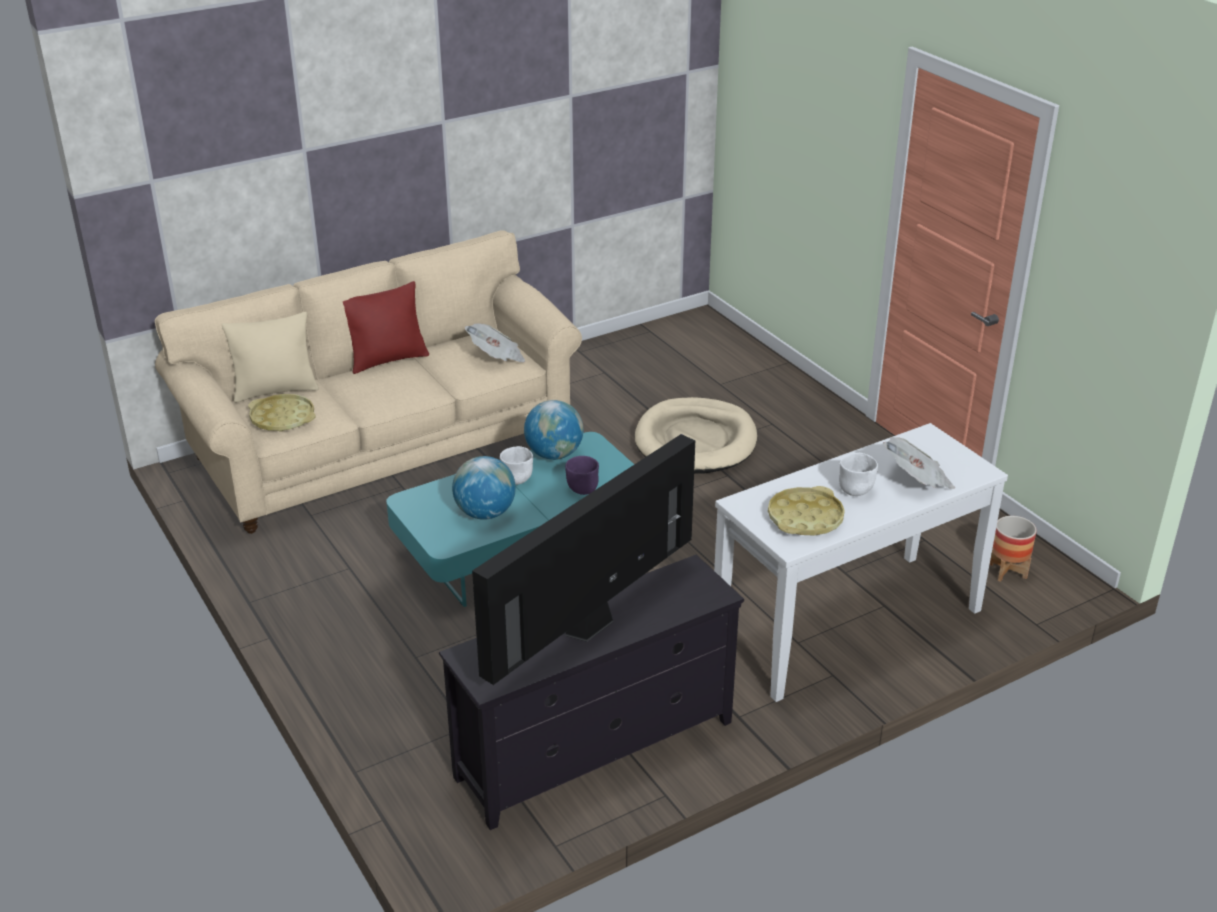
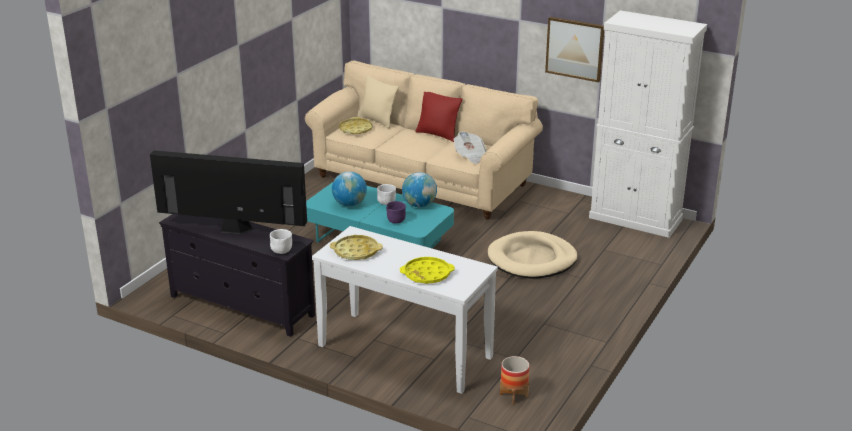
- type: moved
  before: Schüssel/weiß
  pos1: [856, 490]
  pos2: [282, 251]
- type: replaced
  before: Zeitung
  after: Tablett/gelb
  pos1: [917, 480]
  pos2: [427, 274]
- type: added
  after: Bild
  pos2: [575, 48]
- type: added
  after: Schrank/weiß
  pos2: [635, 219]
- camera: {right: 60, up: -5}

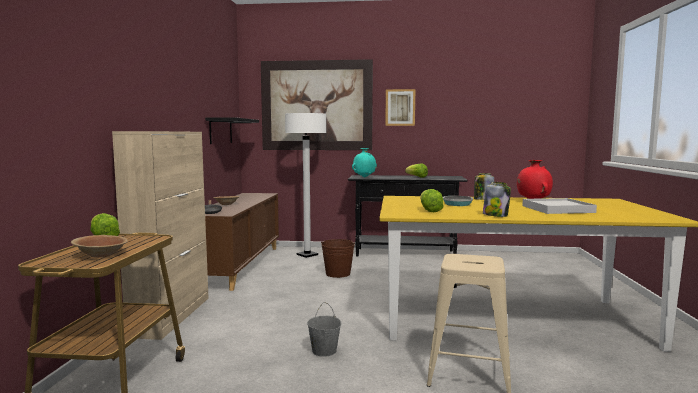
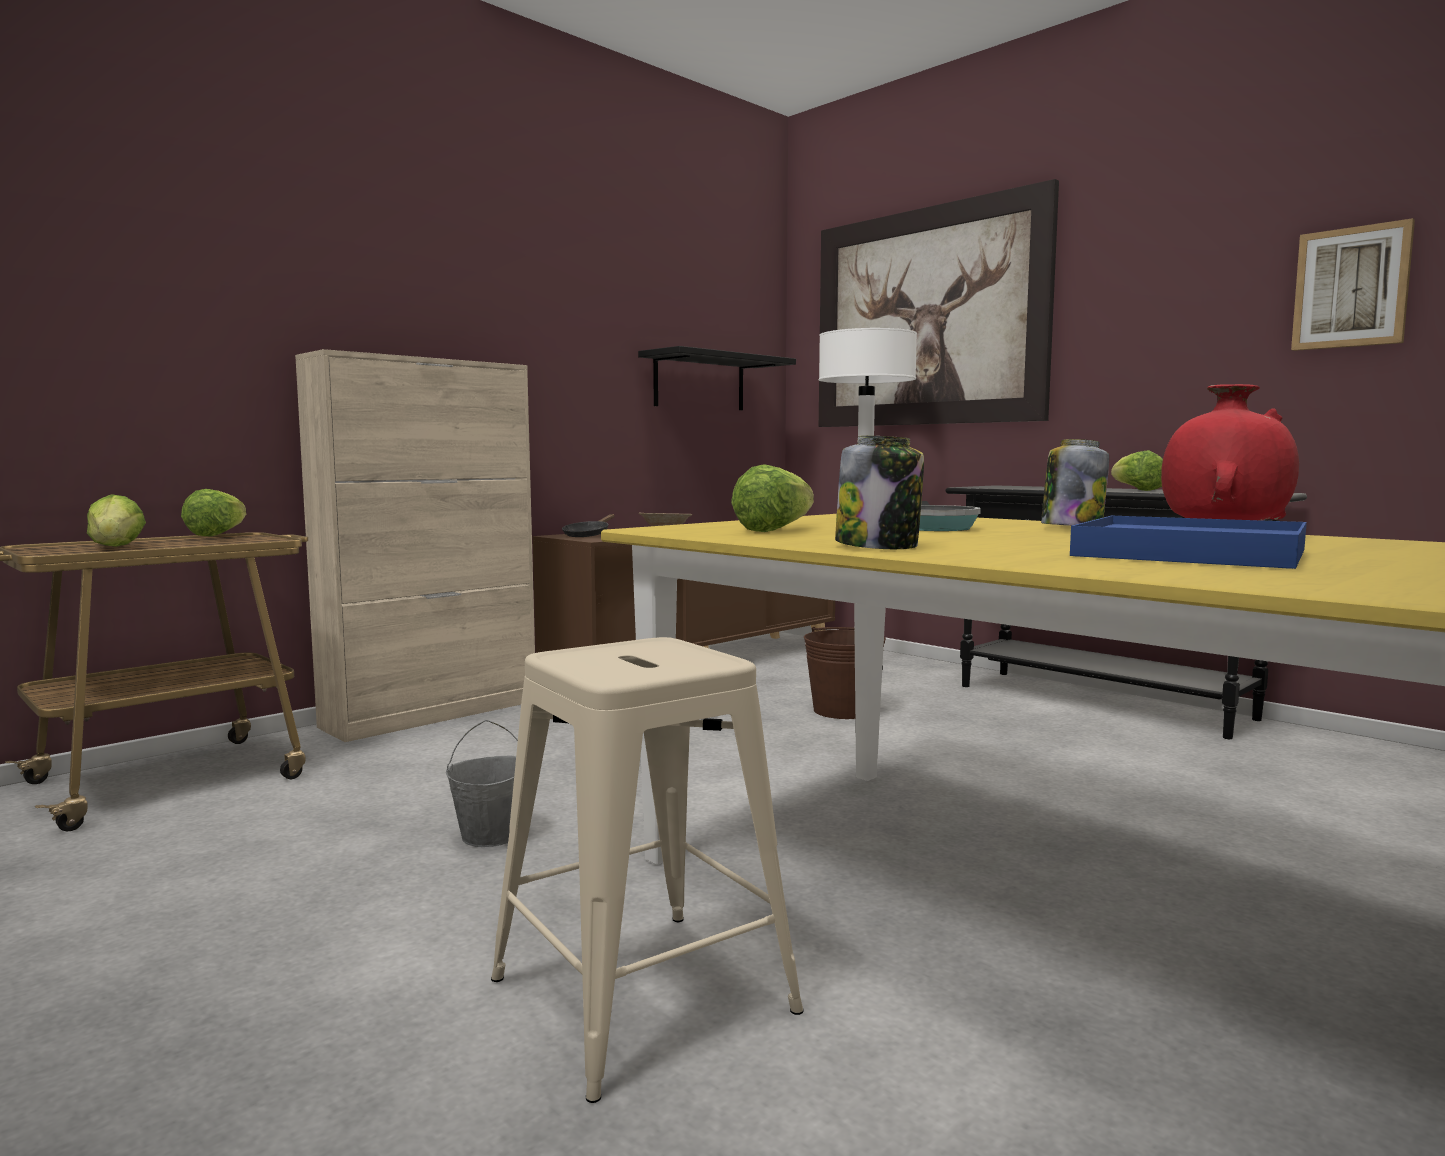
- type: replaced
  before: Schüssel/braun
  after: Salatkopf
  pos1: [101, 255]
  pos2: [116, 548]
- type: recoloured
  before: Tablett/weiß
  after: Tablett/blau
  pos1: [557, 209]
  pos2: [1190, 553]
- type: moved
  before: Bild
  pos1: [400, 107]
  pos2: [1351, 288]
- type: removed
  before: Vase/türkis
  pos1: [364, 177]
- camera: {right: 40, up: 0}

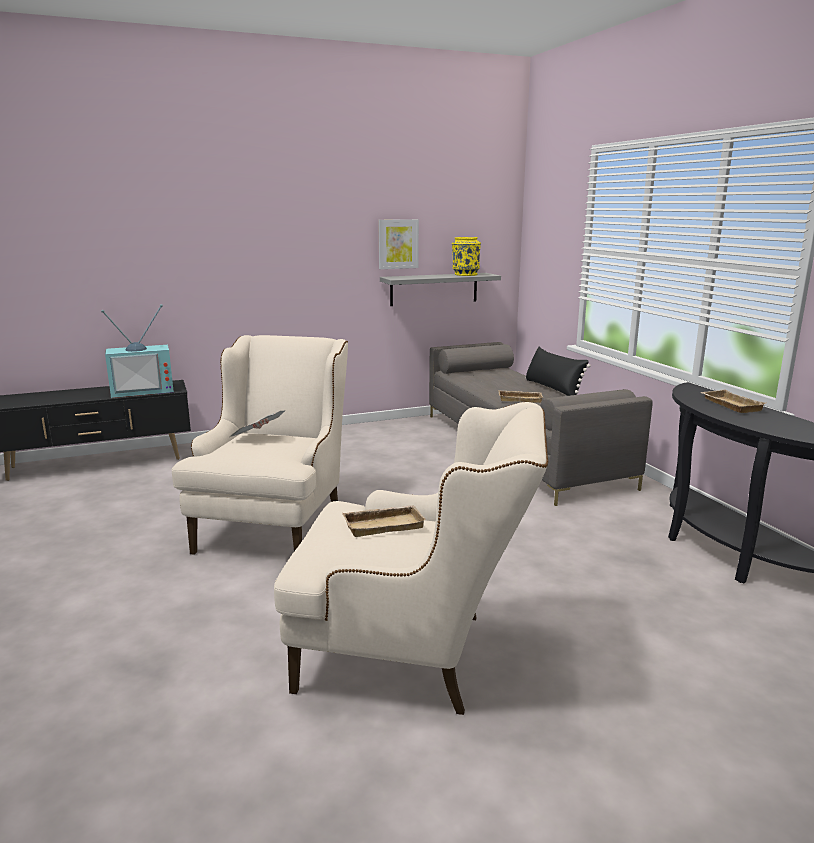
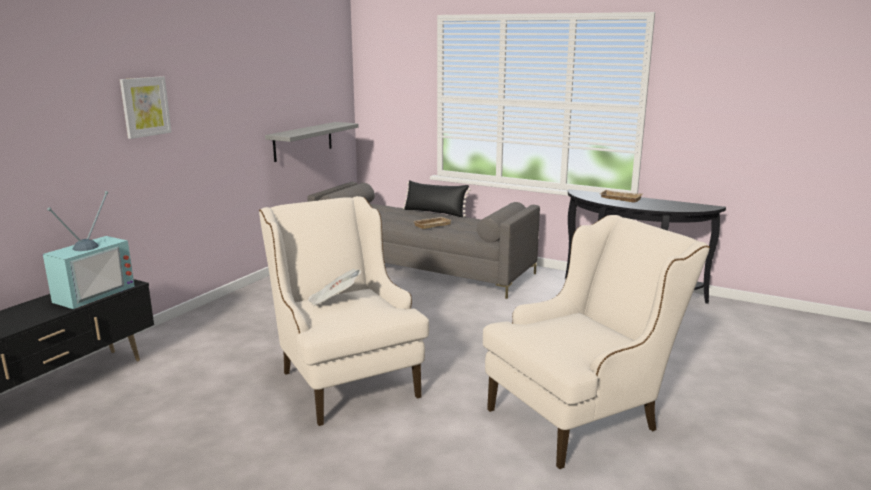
- type: moved
  before: Bild
  pos1: [398, 244]
  pos2: [145, 106]
- type: removed
  before: Tablett/beige
  pos1: [384, 524]
- type: removed
  before: Vase/gelb
  pos1: [465, 274]
- camera: {right: -40, up: 0}

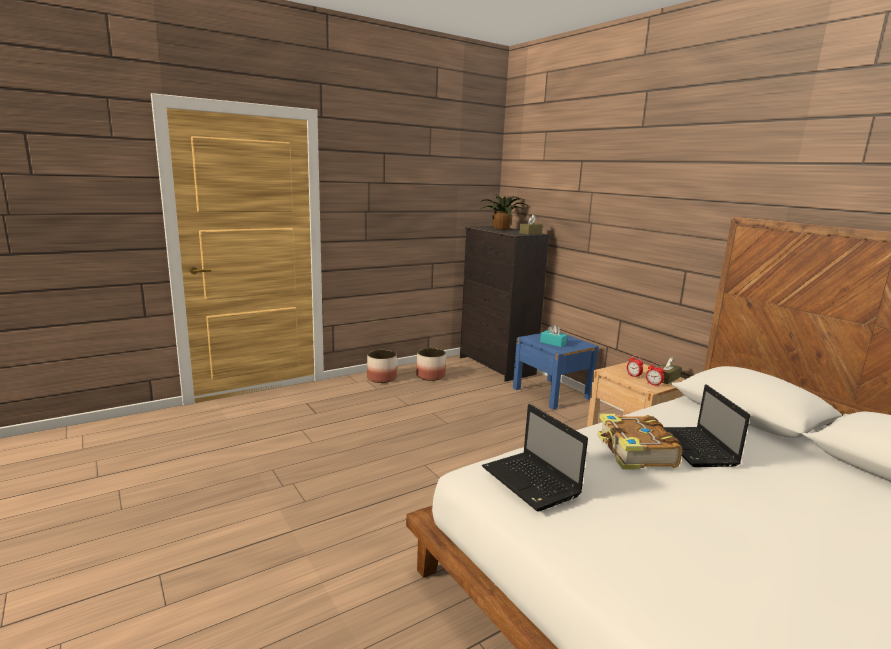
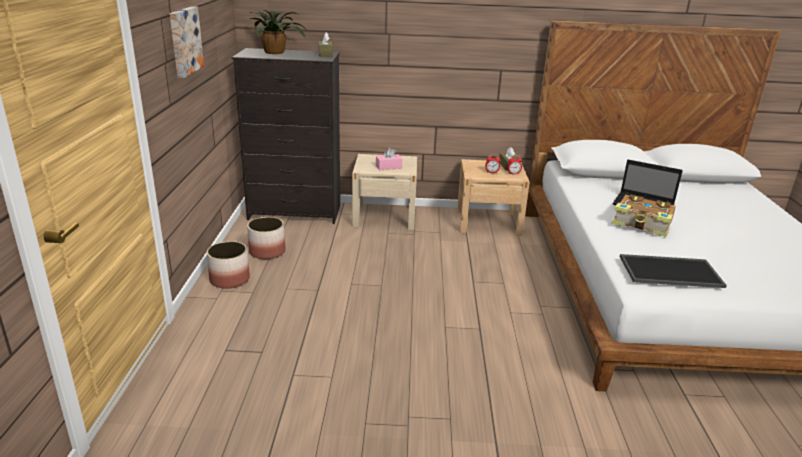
- type: added
  after: Bild
  pos2: [184, 41]
- type: recoloured
  before: Nachttisch/blau
  after: Nachttisch/beige
  pos1: [551, 393]
  pos2: [384, 216]
- type: recoloured
  before: Taschentuchbox/türkis
  after: Taschentuchbox/rosa
  pos1: [553, 343]
  pos2: [388, 167]
- type: replaced
  before: Laptop
  after: Tablett
  pos1: [532, 483]
  pos2: [670, 271]
- camera: {right: -55, up: 10}

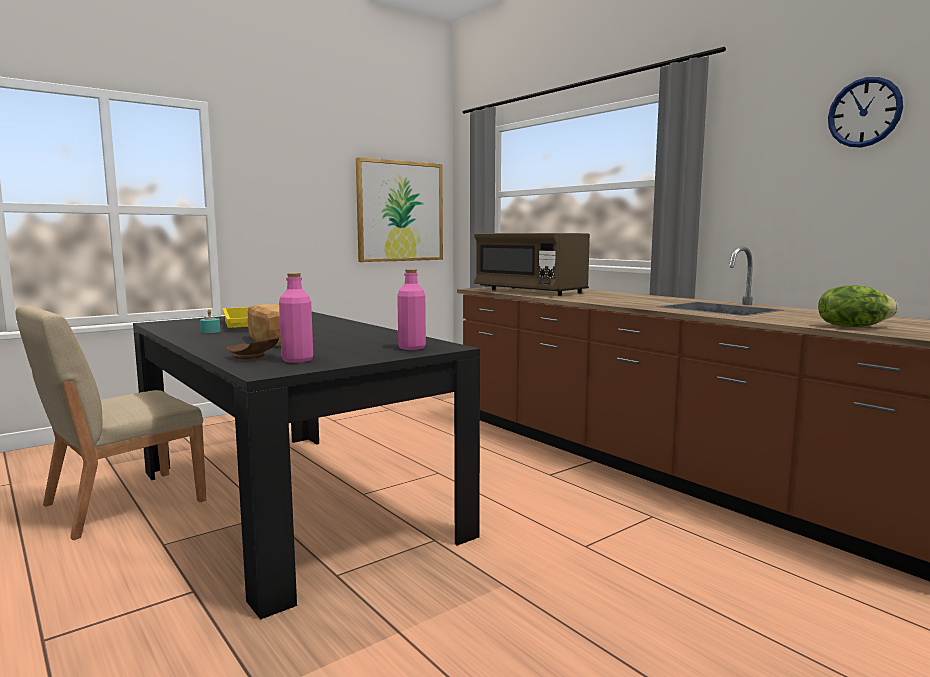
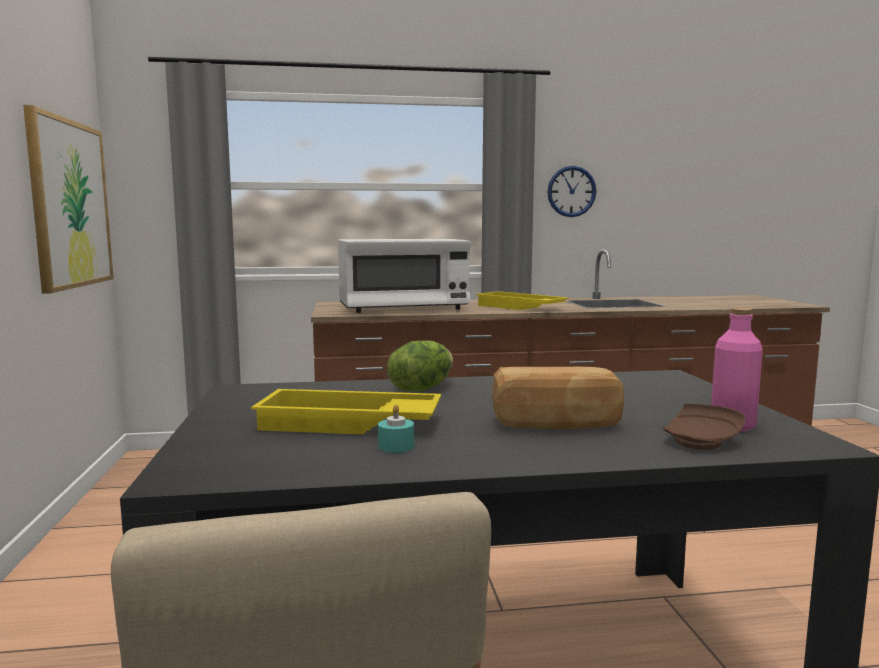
- type: recoloured
  before: Mikrowelle/braun
  after: Mikrowelle/weiß
  pos1: [530, 291]
  pos2: [403, 309]
- type: moved
  before: Salatkopf
  pos1: [852, 326]
  pos2: [421, 388]
- type: added
  after: Tablett/gelb
  pos2: [519, 307]
- type: moved
  before: Wanduhr
  pos1: [864, 112]
  pos2: [571, 191]
- type: removed
  before: Flasche/rosa
  pos1: [412, 347]
- camera: {right: -60, up: 0}

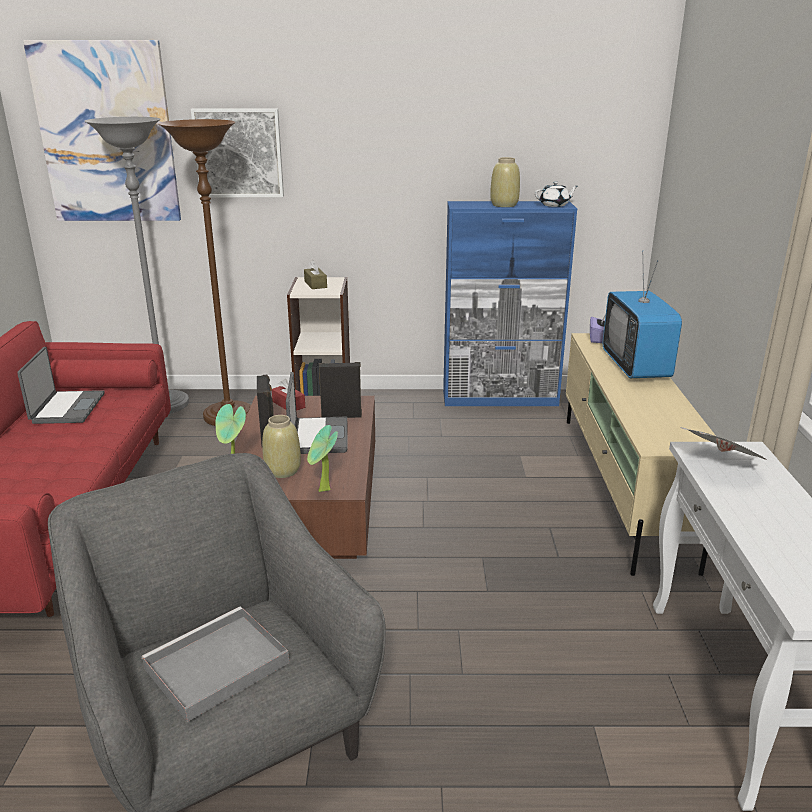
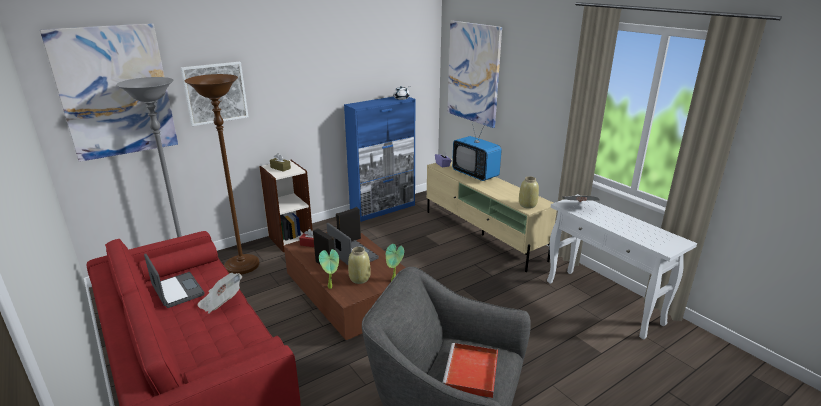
- type: added
  after: Zeitung
  pos2: [221, 302]
- type: recoloured
  before: Tablett/grau
  after: Tablett/rot
  pos1: [215, 667]
  pos2: [471, 373]
- type: added
  after: Bild
  pos2: [473, 73]
- type: moved
  before: Vase/beige
  pos1: [504, 205]
  pos2: [527, 205]
- camera: {right: -35, up: 0}

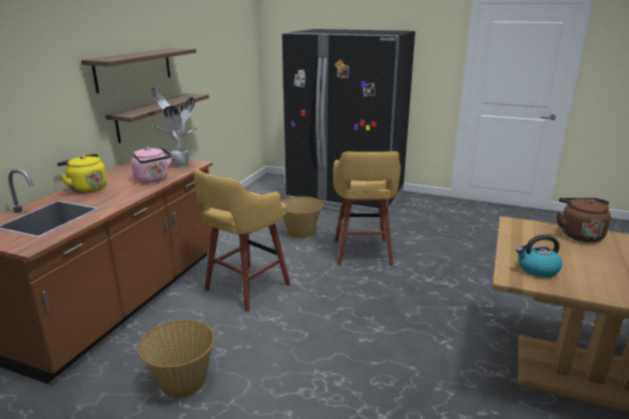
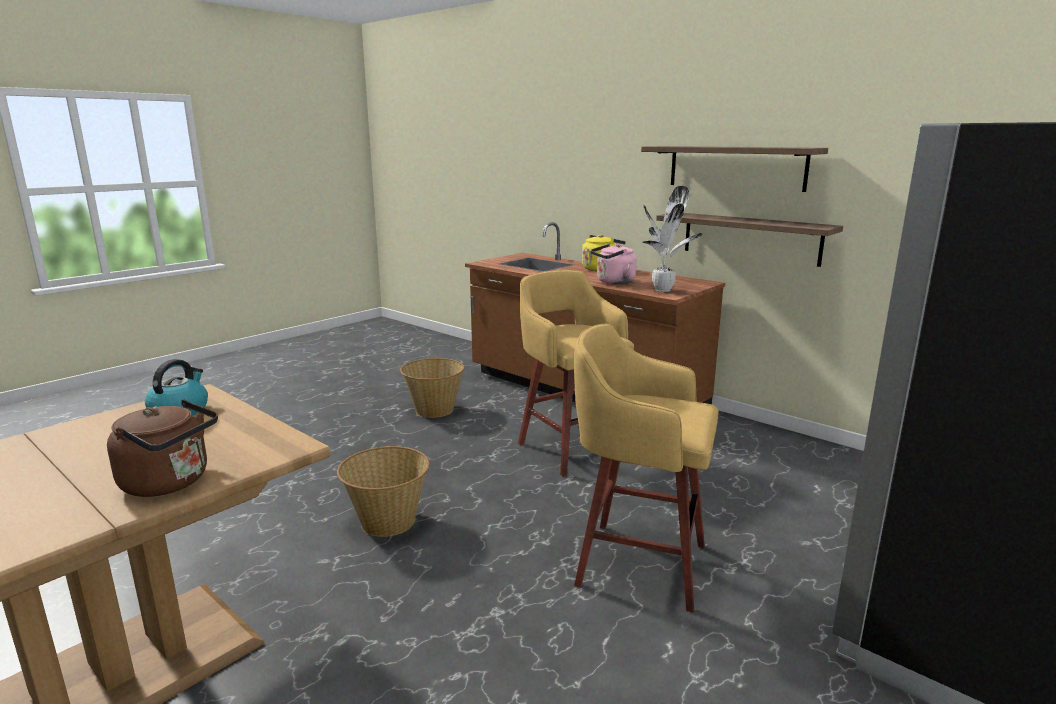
- type: moved
  before: Korb
  pos1: [301, 232]
  pos2: [388, 522]
- camera: {right: 110, up: -5}

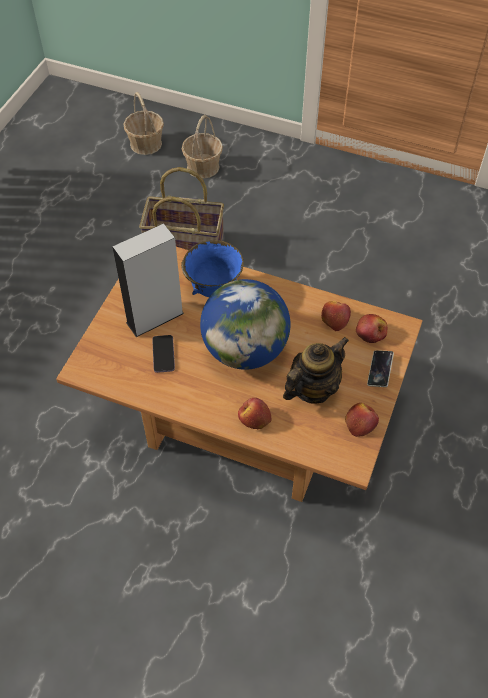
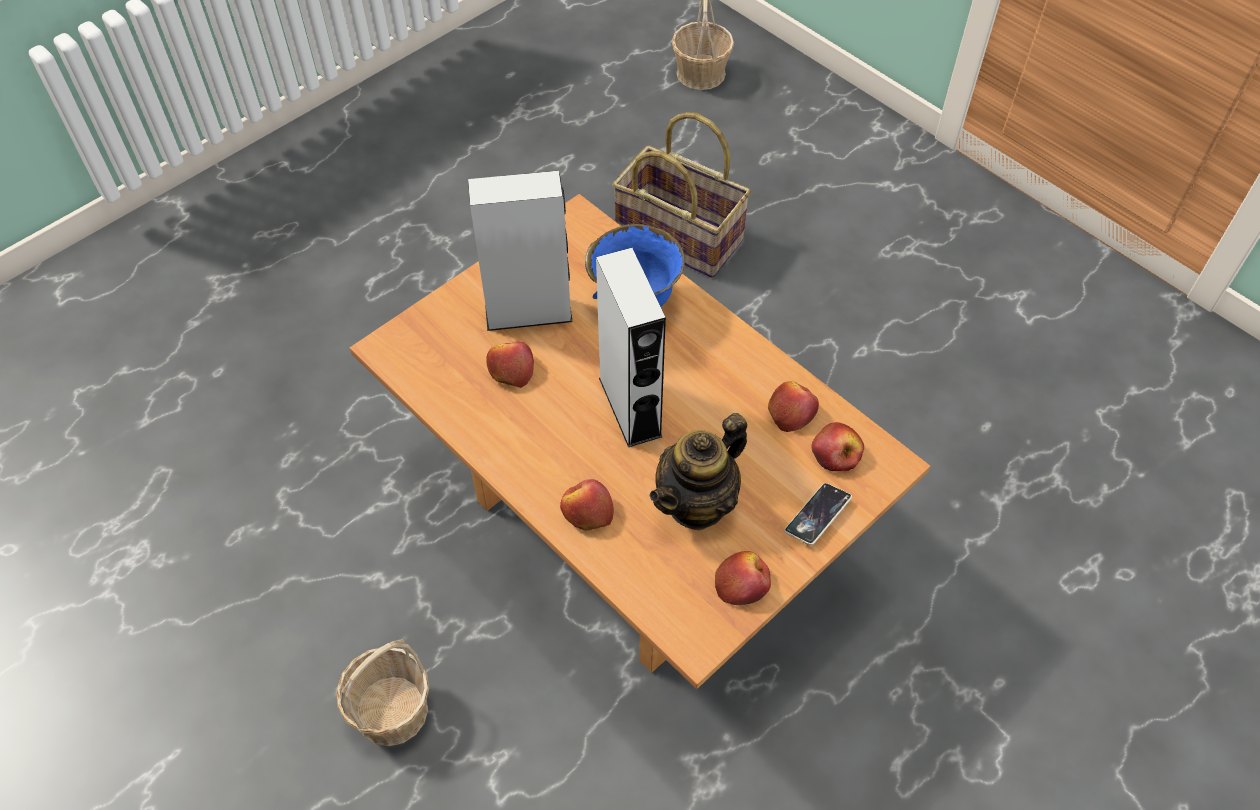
- type: moved
  before: Korb
  pos1: [202, 167]
  pos2: [391, 711]
- type: replaced
  before: Handy
  after: Apfel
  pos1: [163, 354]
  pos2: [511, 369]
- type: replaced
  before: Globus
  after: Lautsprecher/grau
  pos1: [245, 350]
  pos2: [630, 407]
- type: turned
  before: Teekanne
  pos1: [312, 388]
  pos2: [697, 503]
  turn: 150
- camera: {right: 25, up: 0}

